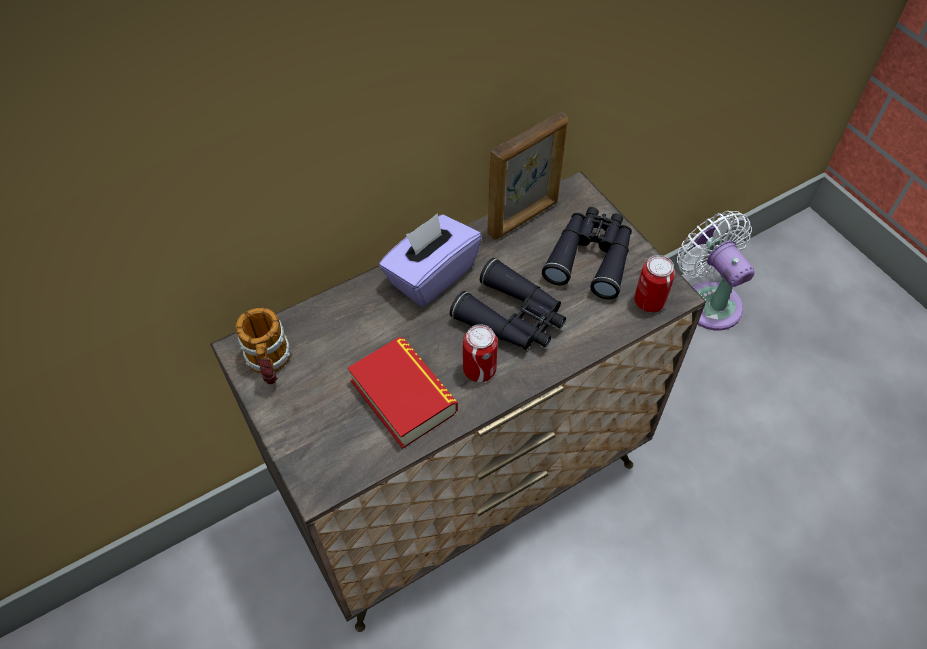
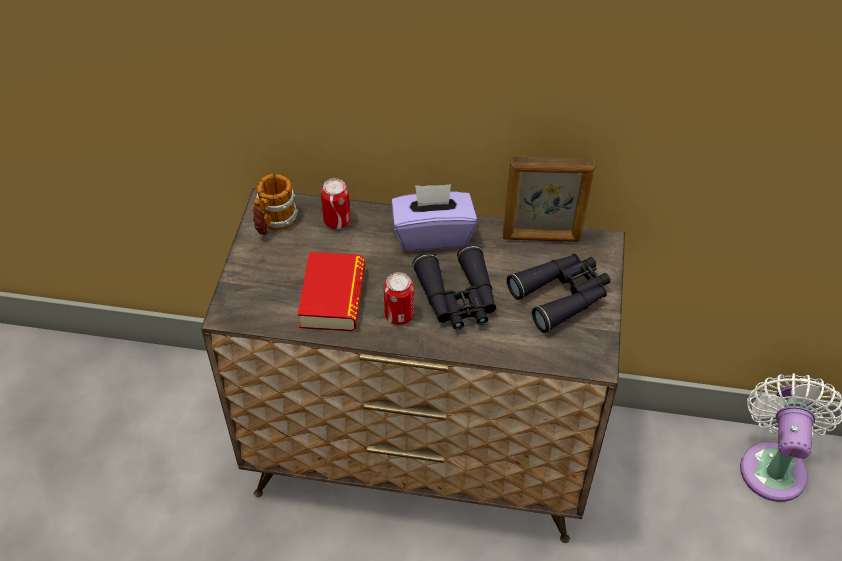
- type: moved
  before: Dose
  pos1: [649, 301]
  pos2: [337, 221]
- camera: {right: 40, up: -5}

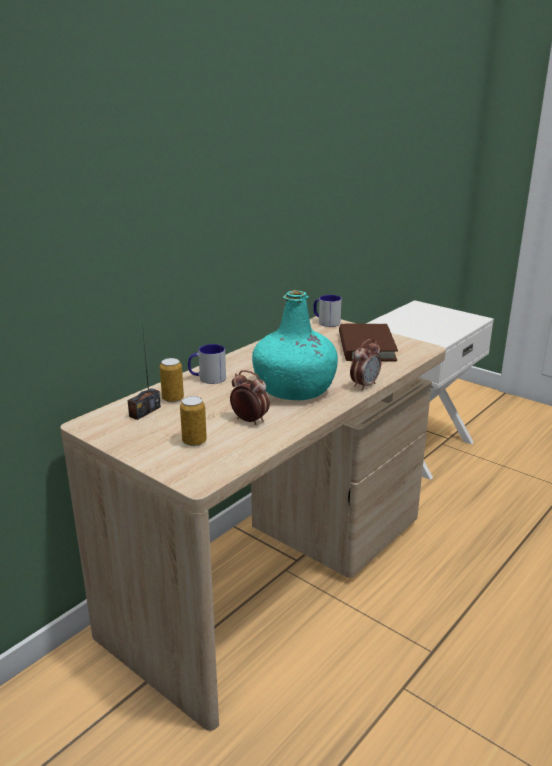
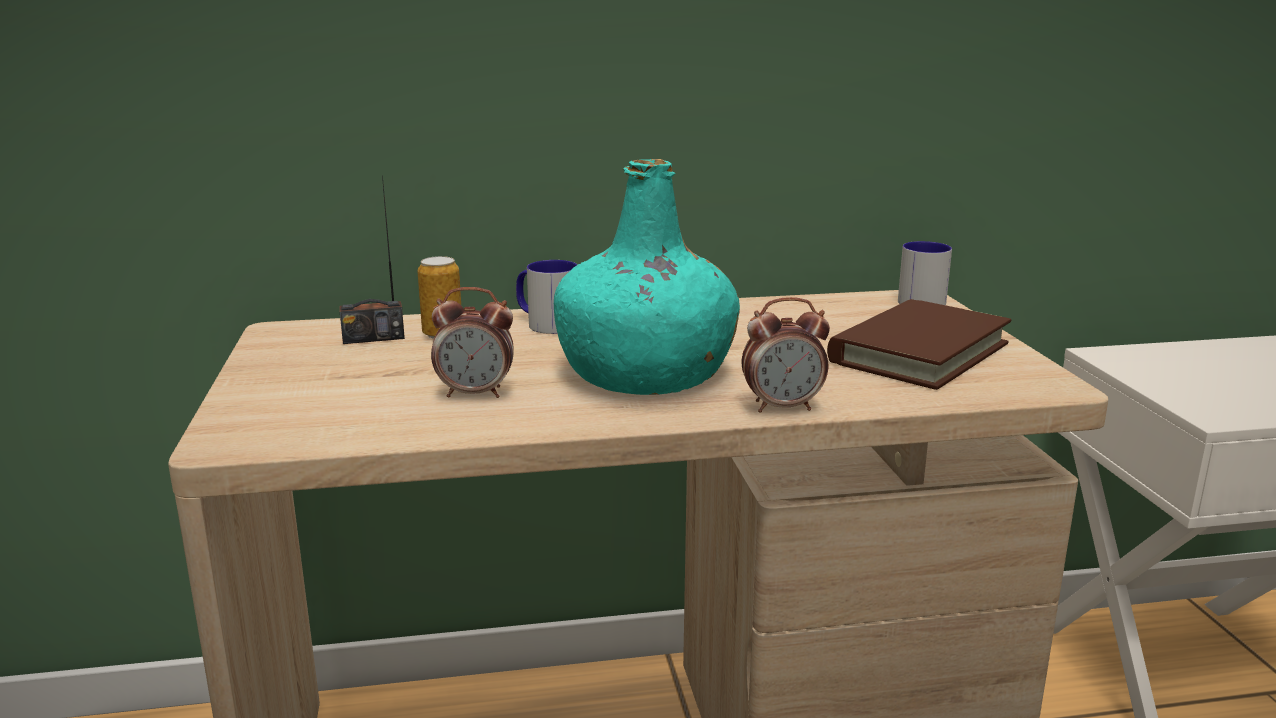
- type: turned
  before: Wecker
  pos1: [249, 420]
  pos2: [475, 393]
  turn: 105
- type: removed
  before: Dose
  pos1: [194, 441]
- camera: {right: 40, up: -5}

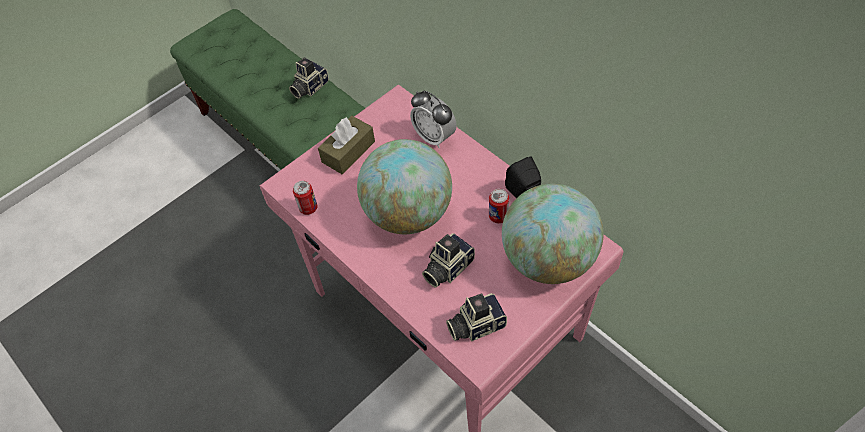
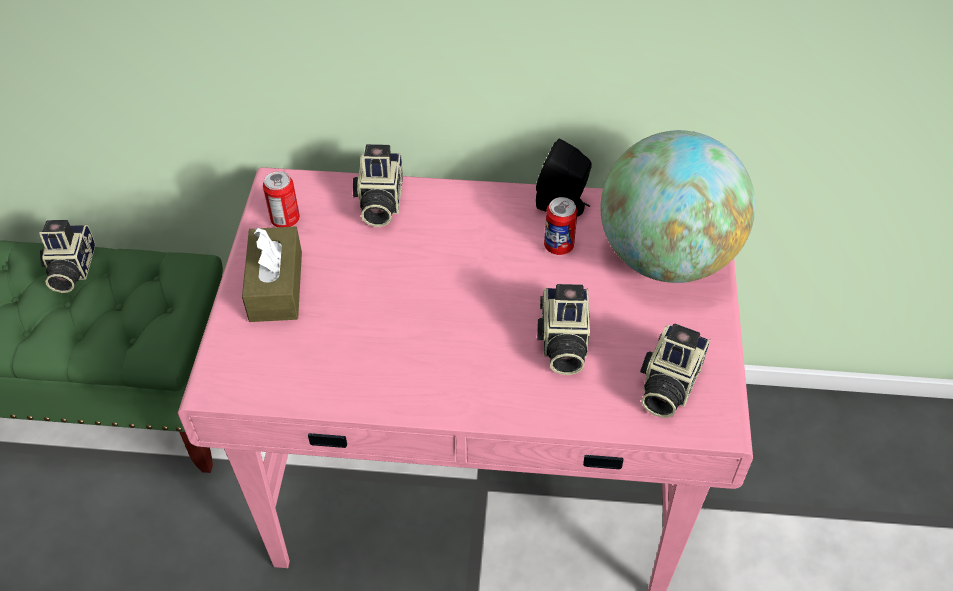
- type: moved
  before: Dose
  pos1: [308, 208]
  pos2: [285, 220]
- type: replaced
  before: Wecker
  after: Kamera
  pos1: [434, 137]
  pos2: [379, 202]
- type: removed
  before: Globus
  pos1: [408, 213]
- camera: {right: -45, up: -5}

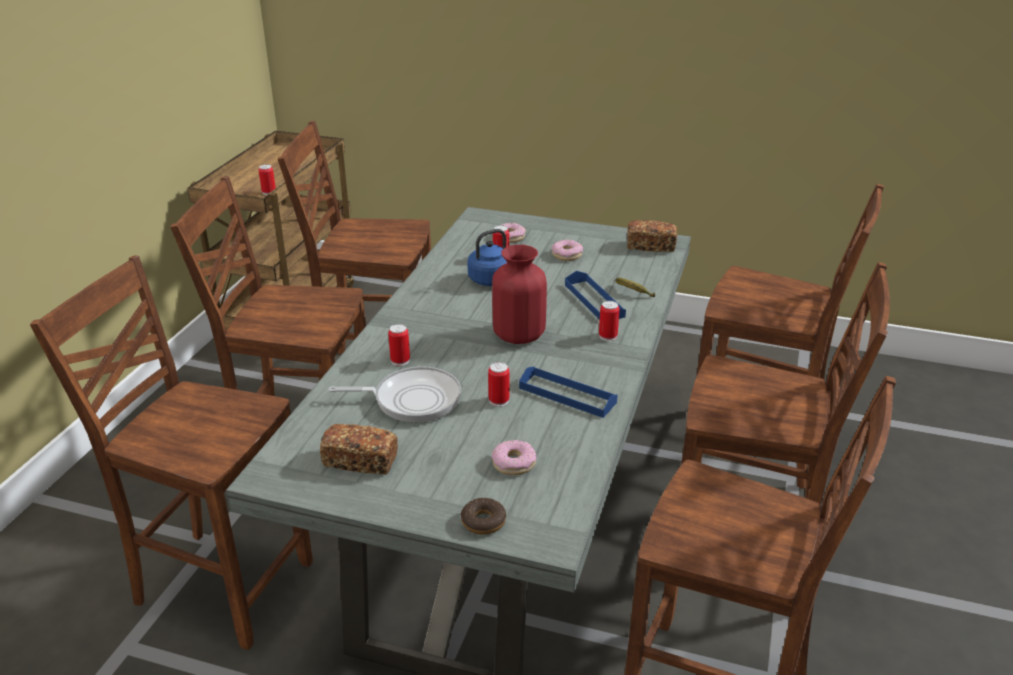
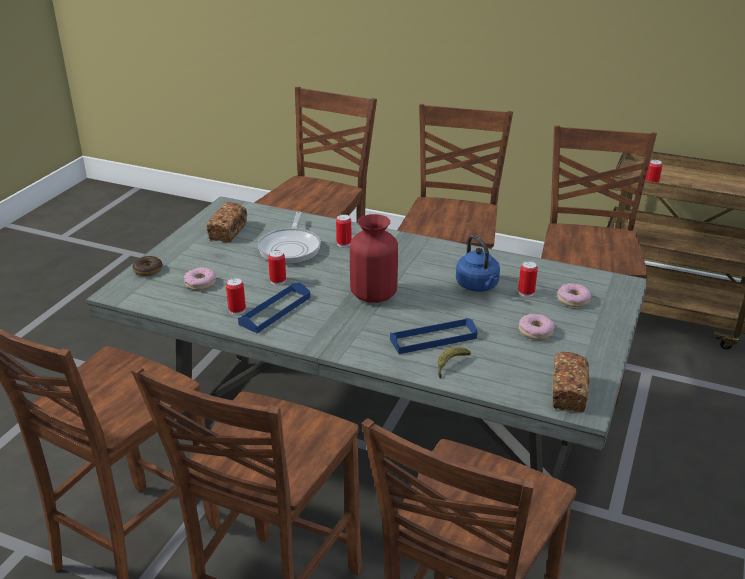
- type: moved
  before: Dose
  pos1: [608, 336]
  pos2: [237, 310]
- camera: {right: 95, up: 0}

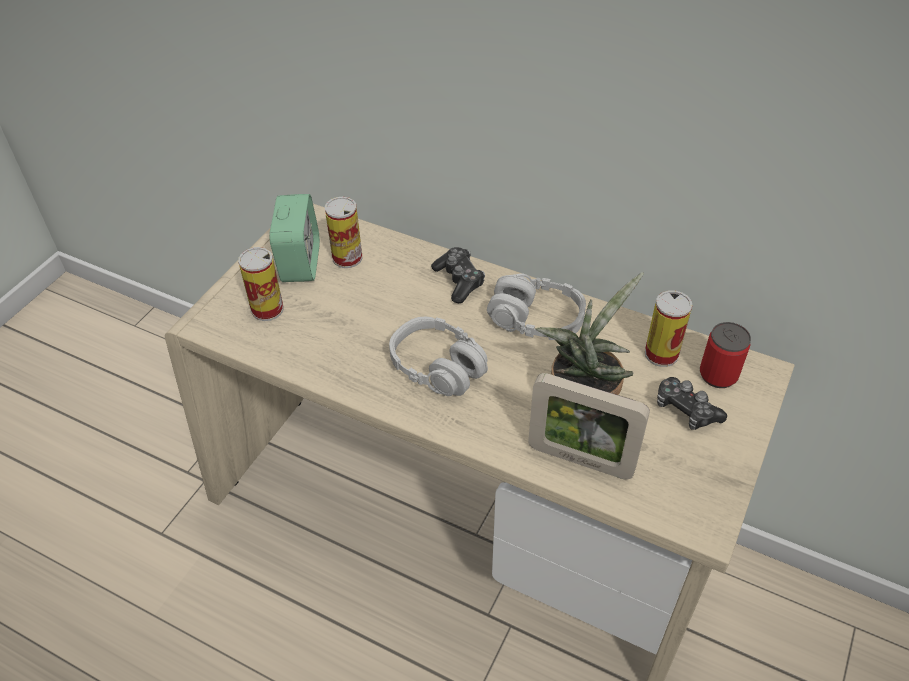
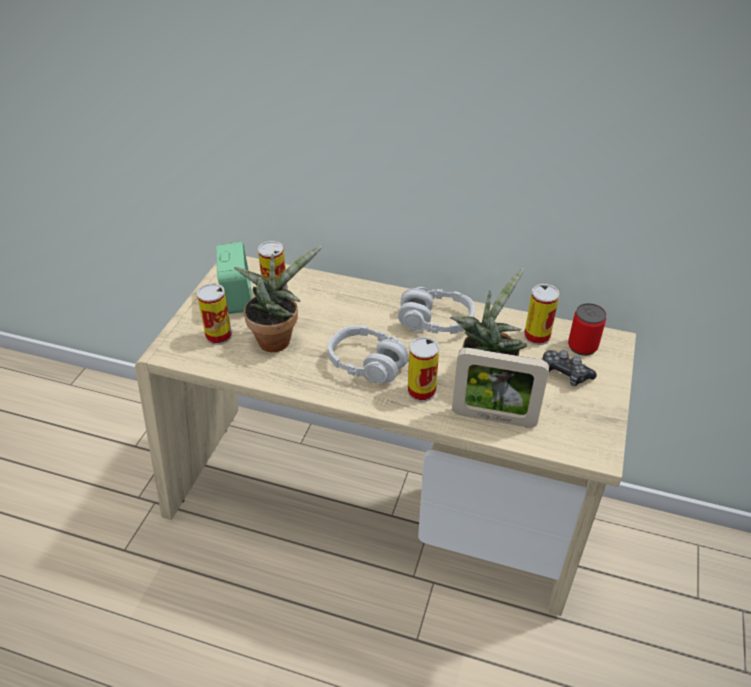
- type: added
  after: Topfpflanze
  pos2: [277, 338]
- type: added
  after: Dose
  pos2: [421, 391]
- type: removed
  before: Gamepad
  pos1: [459, 281]
- camera: {right: -10, up: -5}

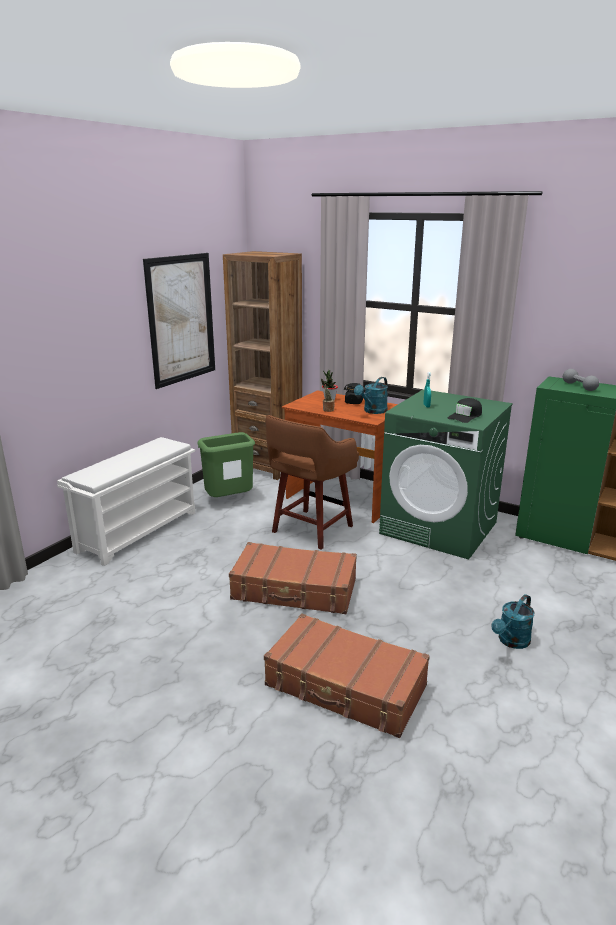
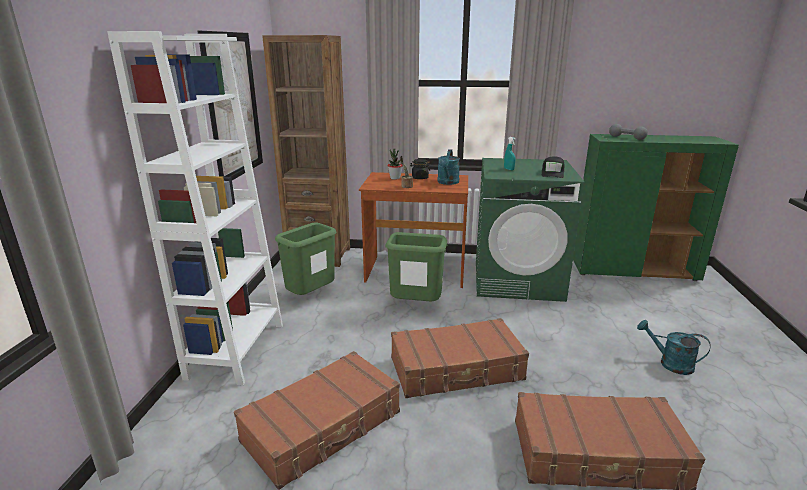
- type: replaced
  before: Schuhregal/weiß
  after: Bücherregal/weiß
  pos1: [138, 531]
  pos2: [236, 350]
- type: added
  after: Koffer/braun
  pos2: [323, 427]
- type: replaced
  before: Hocker/braun
  after: Mülleimer/grün
  pos1: [310, 530]
  pos2: [415, 307]
- type: turned
  before: Gießkanne/türkis
  pos1: [511, 642]
  pos2: [670, 363]
  turn: 105
- camera: {right: -25, up: 0}

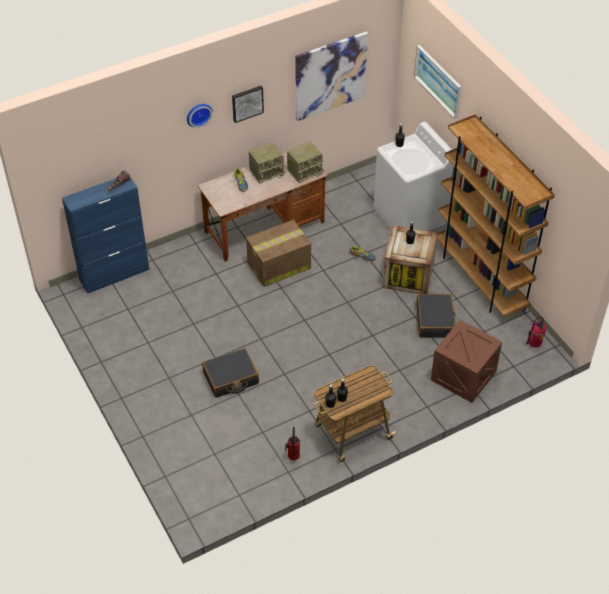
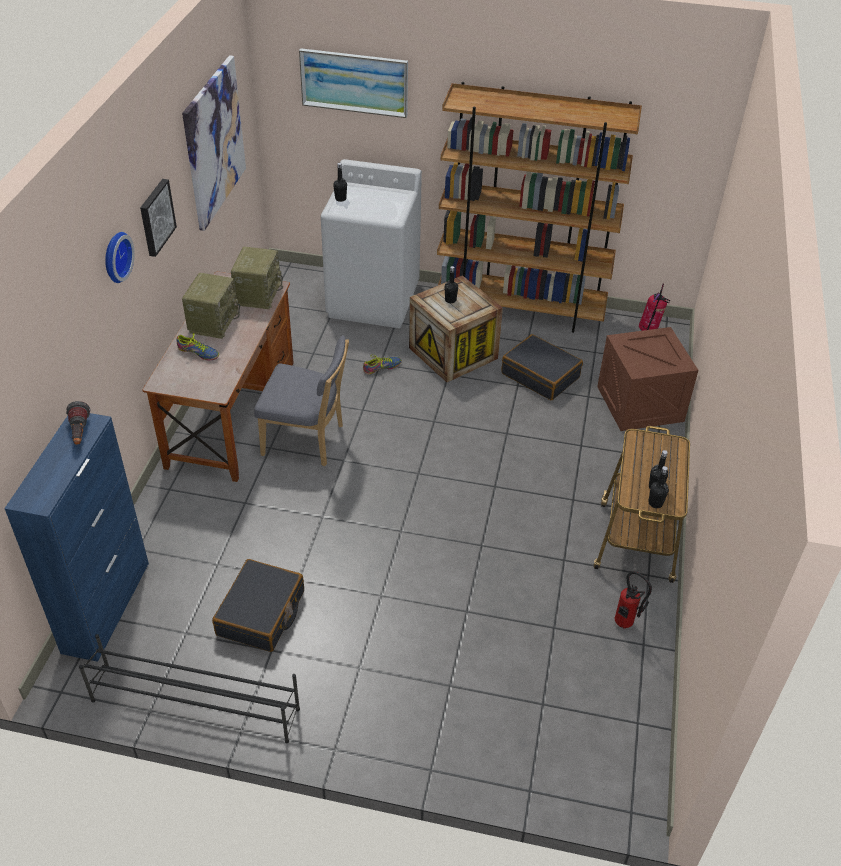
- type: added
  after: Schuhregal/schwarz
  pos2: [194, 704]
- type: moved
  before: Koffer/schwarz
  pos1: [231, 378]
  pos2: [261, 613]
- type: replaced
  before: Karton
  after: Stuhl/grau
  pos1: [278, 266]
  pos2: [307, 441]
- camera: {right: -50, up: -5}

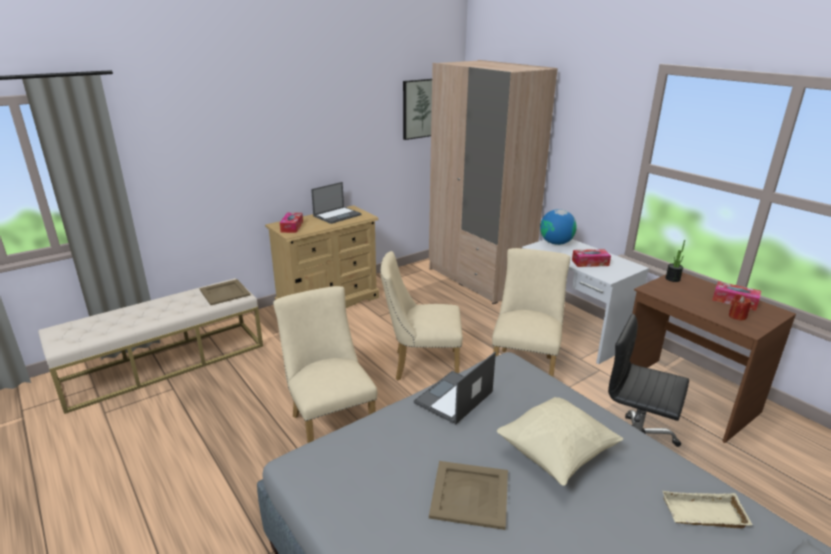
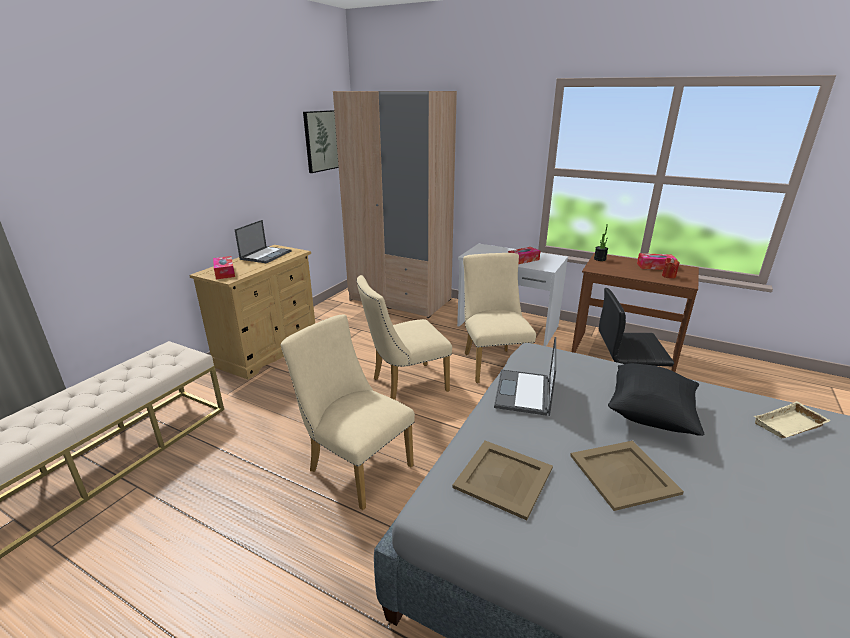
- type: moved
  before: Tablett/beige
  pos1: [225, 292]
  pos2: [503, 477]
- type: recoloured
  before: Kissen/beige
  after: Kissen/schwarz
  pos1: [555, 455]
  pos2: [650, 415]
- type: removed
  before: Globus
  pos1: [556, 243]
- camera: {right: -25, up: 0}

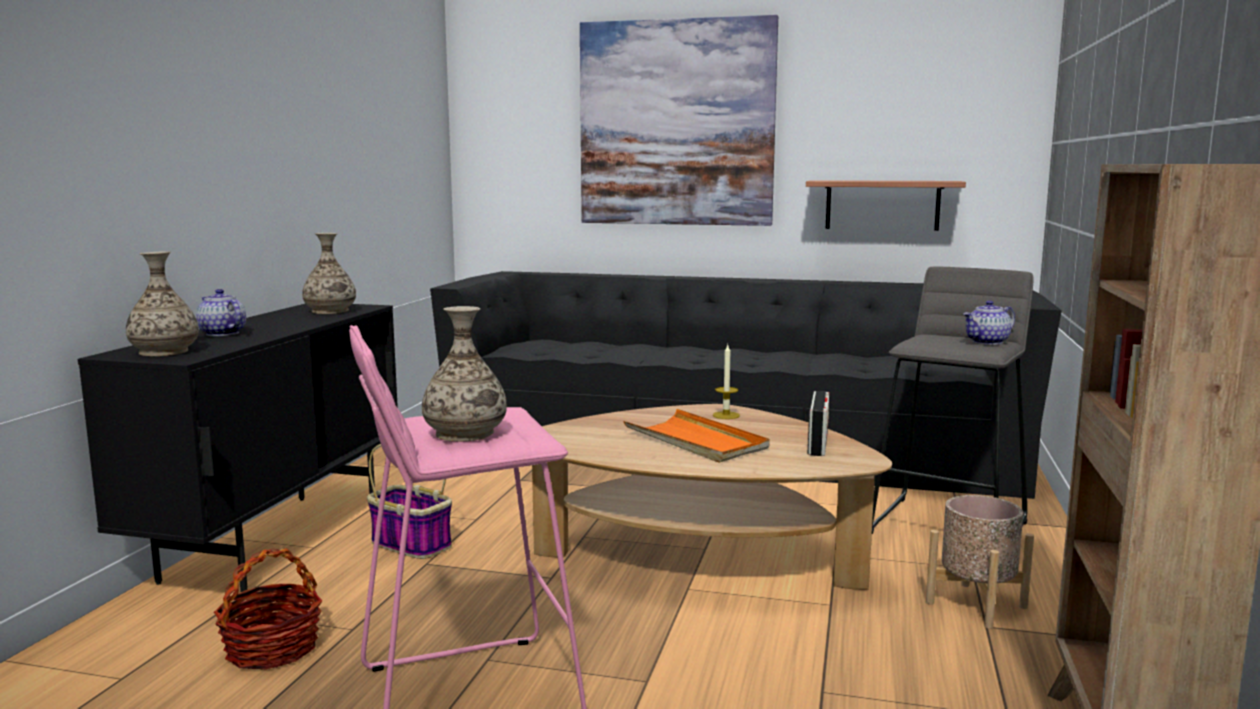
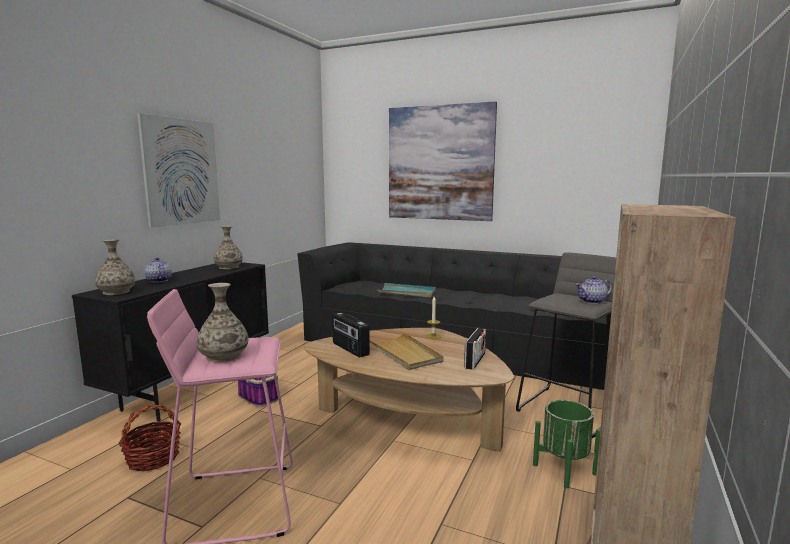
- type: added
  after: Bild
  pos2: [181, 172]
- type: added
  after: Radio
  pos2: [349, 349]
- type: recoloured
  before: Tablett/orange
  after: Tablett/beige
  pos1: [696, 441]
  pos2: [404, 353]
- type: added
  after: Tablett/türkis
  pos2: [407, 292]
- type: recoloured
  before: Pflanzkübel/beige
  after: Pflanzkübel/grün
  pos1: [976, 605]
  pos2: [564, 469]
- type: removed
  before: Wandregal
  pos1: [882, 205]
- camera: {right: 10, up: 0}

